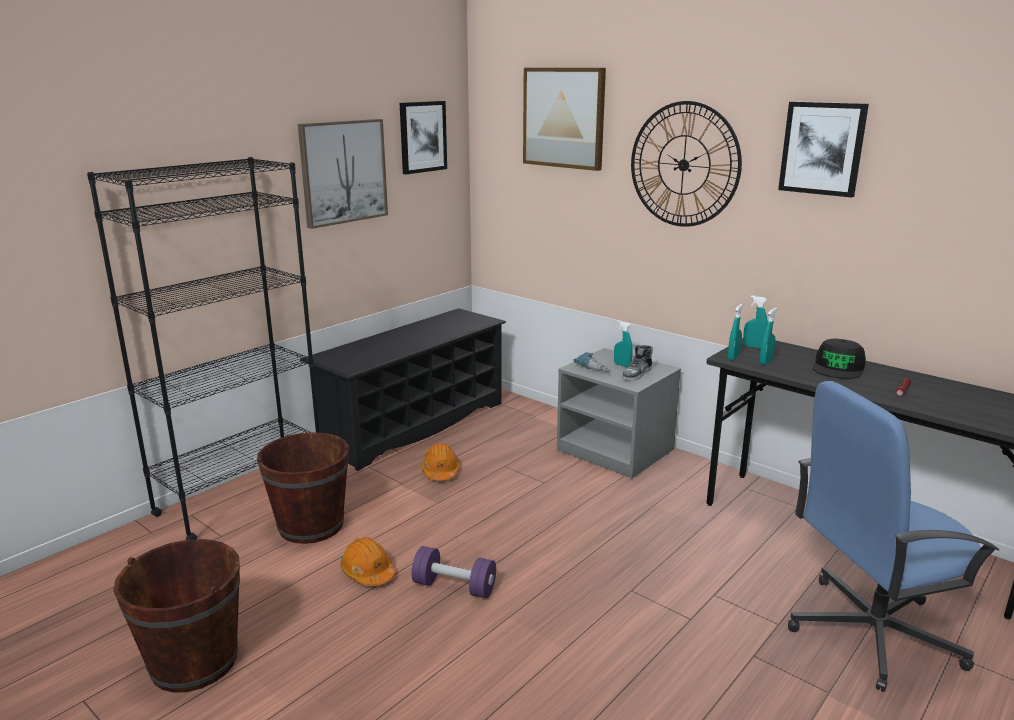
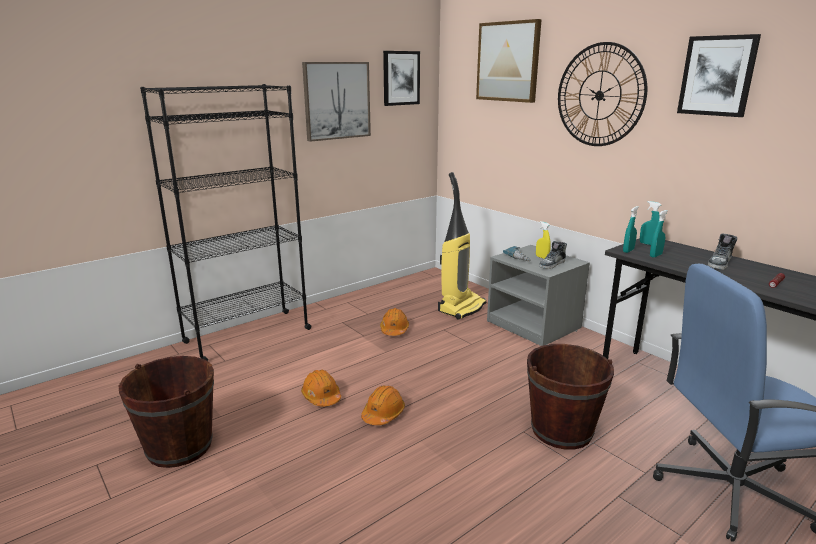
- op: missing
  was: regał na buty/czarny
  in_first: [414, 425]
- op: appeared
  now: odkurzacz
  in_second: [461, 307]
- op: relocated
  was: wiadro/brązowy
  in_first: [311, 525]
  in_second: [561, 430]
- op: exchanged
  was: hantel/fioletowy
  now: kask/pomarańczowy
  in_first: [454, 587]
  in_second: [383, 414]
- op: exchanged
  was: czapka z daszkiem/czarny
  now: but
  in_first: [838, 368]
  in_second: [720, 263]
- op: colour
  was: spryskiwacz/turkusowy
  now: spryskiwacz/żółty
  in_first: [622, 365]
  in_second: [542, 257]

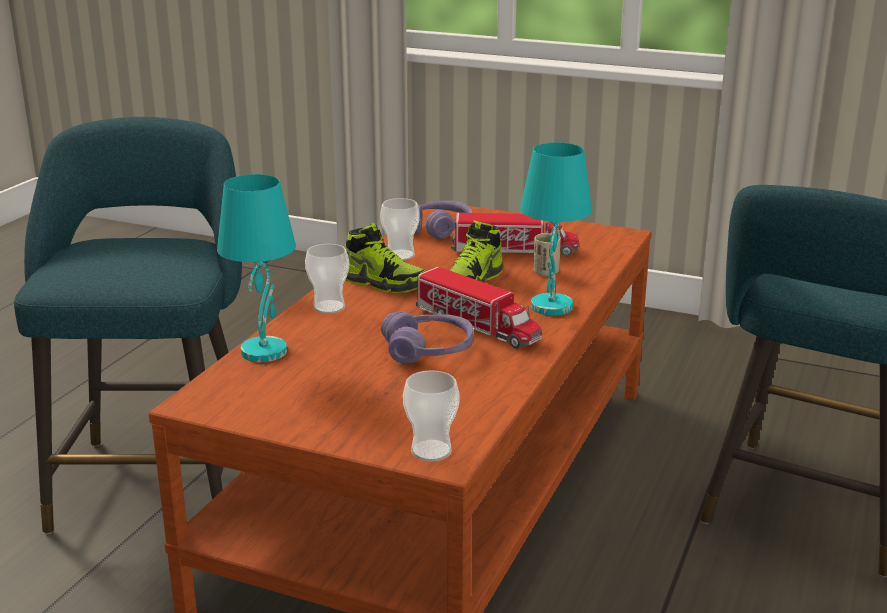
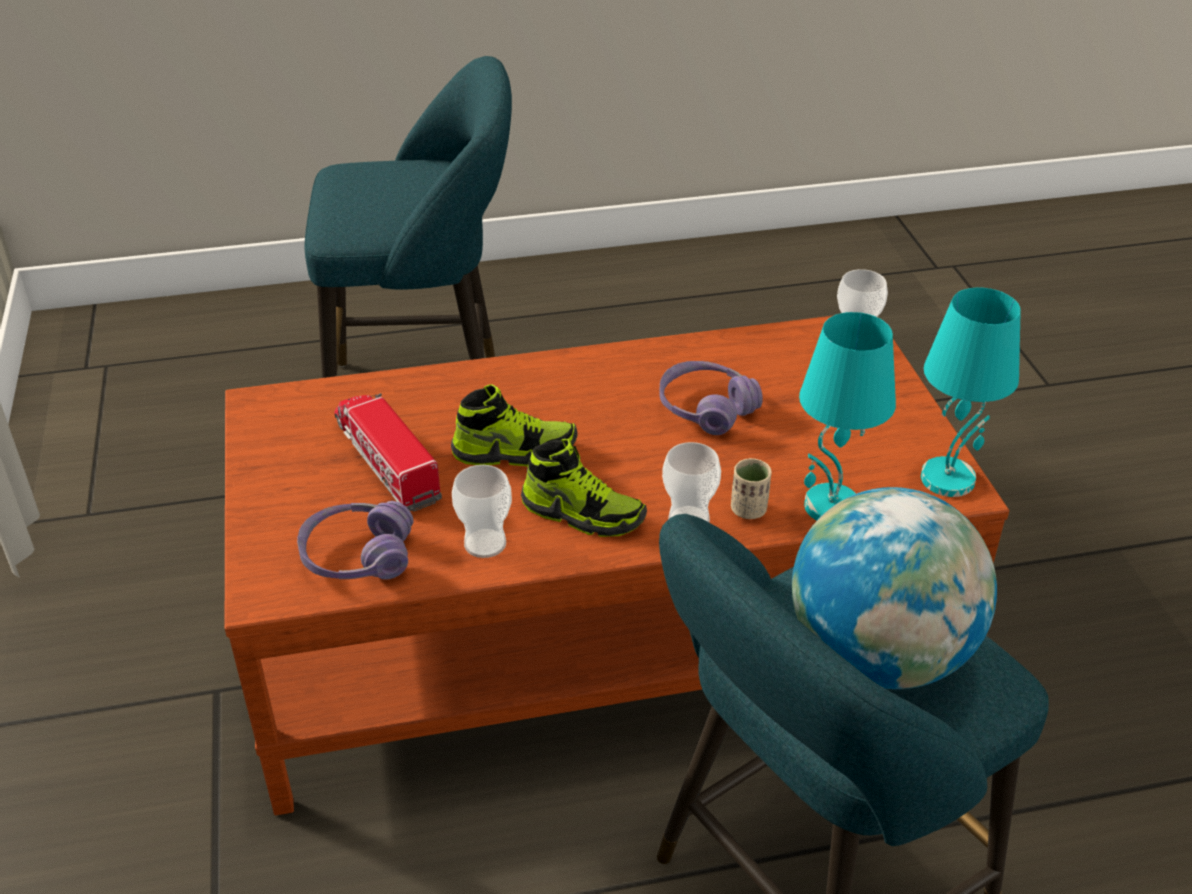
- op: missing
  was: ciężarówka zabawkowa
  in_first: [477, 325]
- op: appeared
  now: globus
  in_second: [879, 655]
- op: relocated
  was: lampa stołowa/turkusowy
  in_first: [552, 307]
  in_second: [948, 478]
- op: relocated
  was: filiżanka/beżowy
  in_first: [546, 272]
  in_second: [748, 510]
- op: spun
  was: but
  in_first: [384, 283]
  in_second: [583, 514]
  clockwise: 120

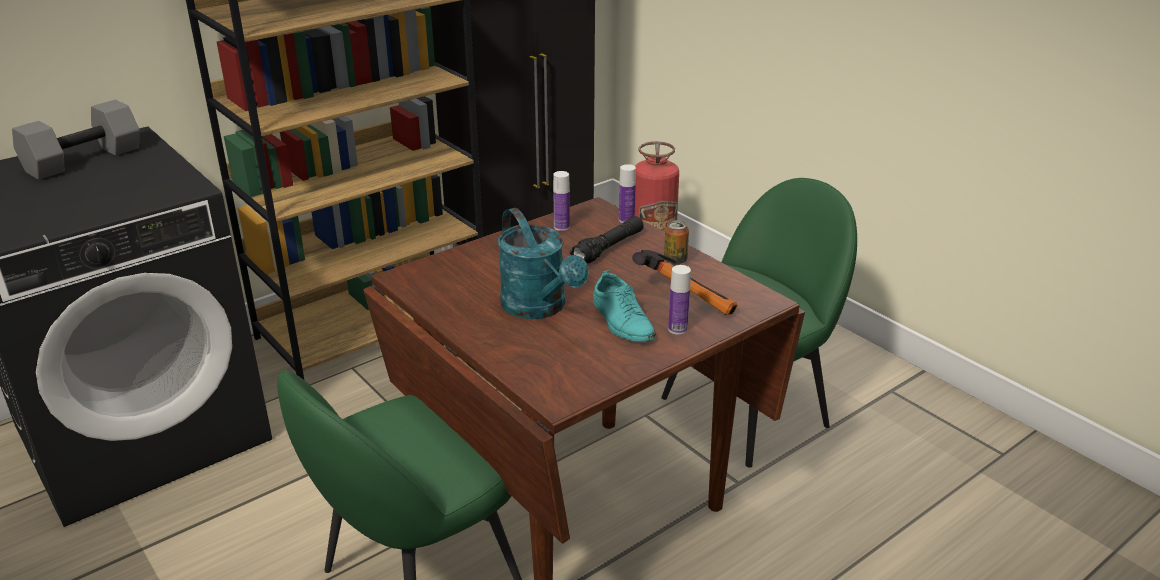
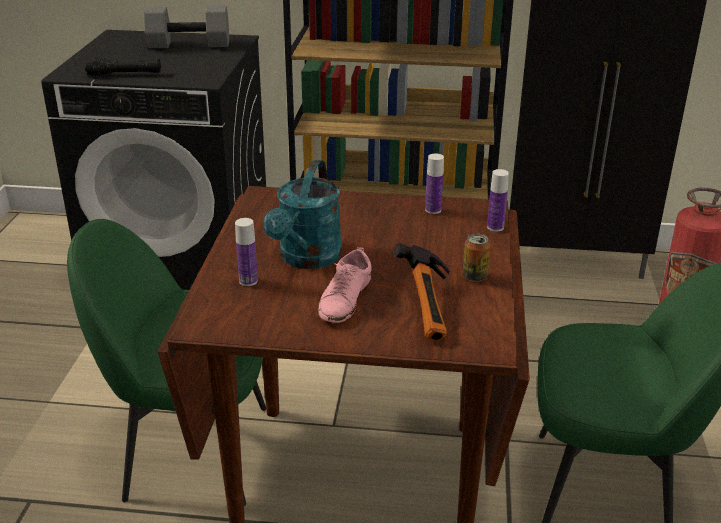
- op: relocated
  was: latarka/czarny
  in_first: [608, 248]
  in_second: [124, 74]
- op: relocated
  was: butelka
  in_first: [677, 329]
  in_second: [248, 281]
- op: colour
  was: but/turkusowy
  now: but/różowy
  in_first: [622, 321]
  in_second: [345, 299]

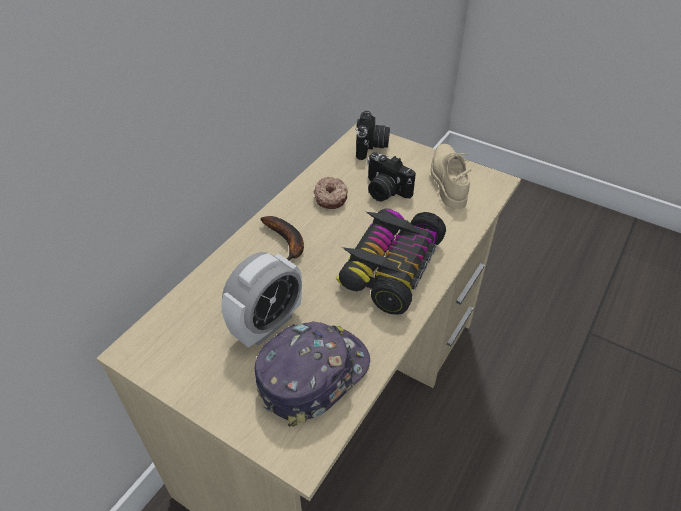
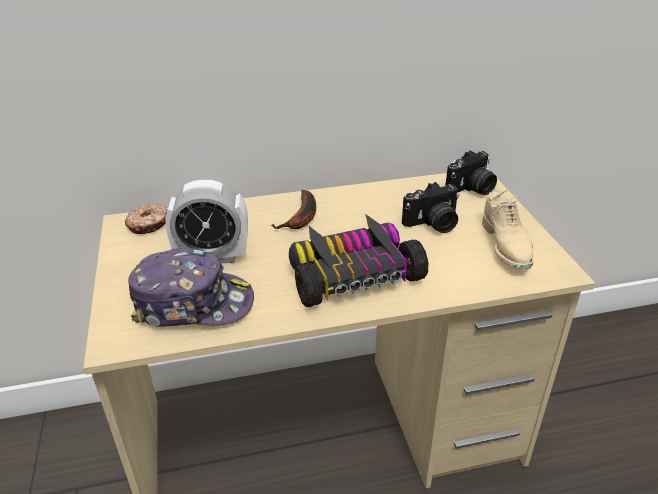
- op: relocated
  was: donut
  in_first: [331, 197]
  in_second: [149, 224]
- op: spun
  was: aparat fotograficzny
  in_first: [384, 191]
  in_second: [433, 224]
  clockwise: -105
- op: spun
  was: but/beżowy
  in_first: [447, 181]
  in_second: [506, 246]
  clockwise: 135

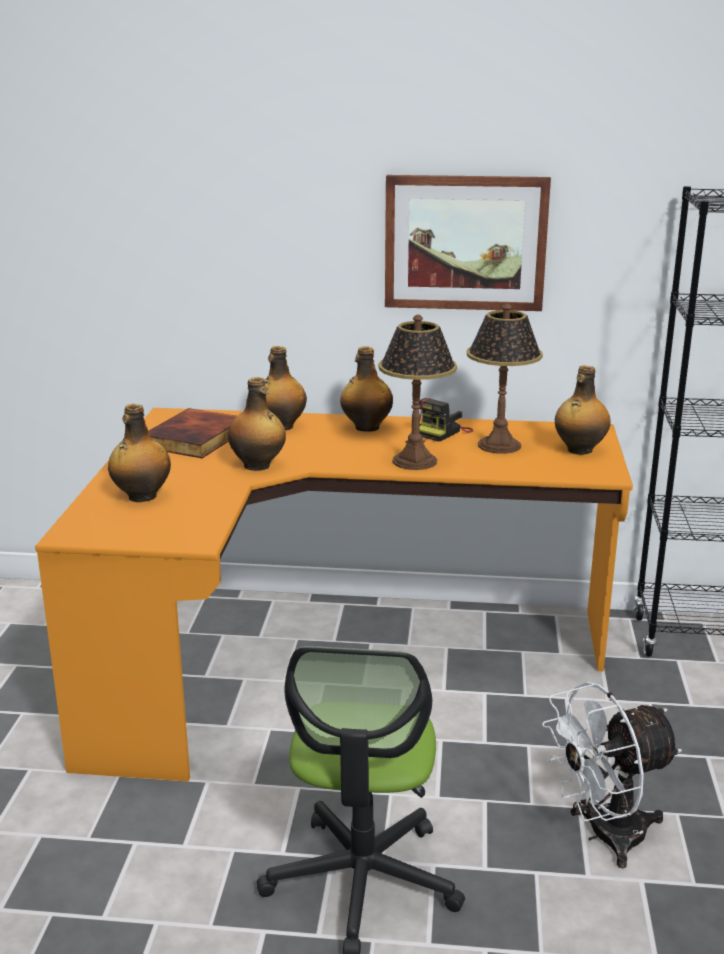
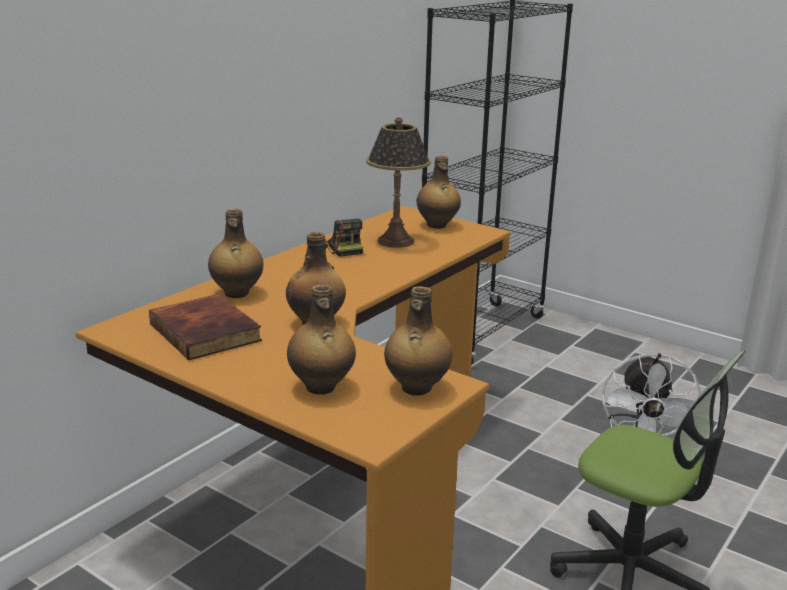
- op: missing
  was: lampa stołowa
  in_first: [415, 461]
- op: missing
  was: obraz
  in_first: [465, 243]
- op: relocated
  was: butelka
  in_first: [366, 427]
  in_second: [416, 388]

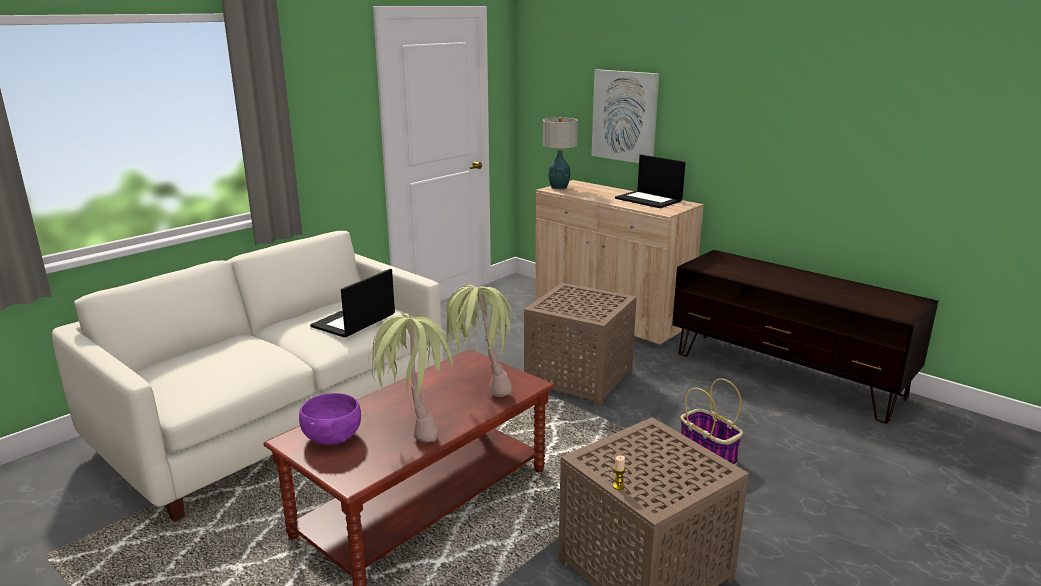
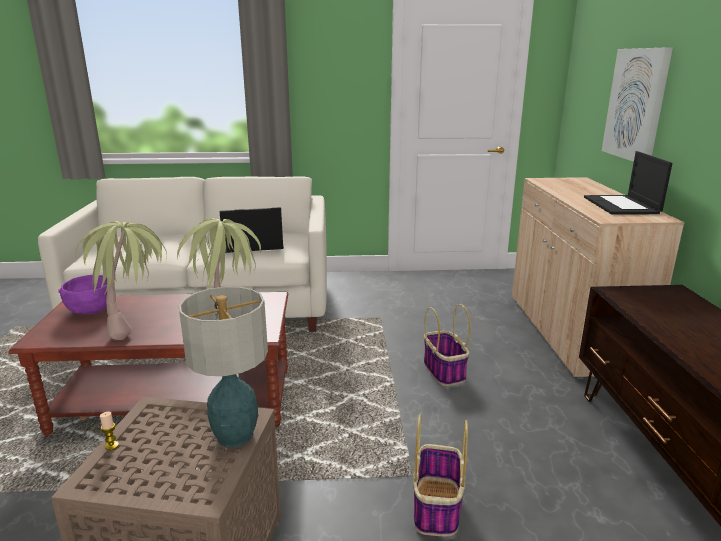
- op: relocated
  was: lampa stołowa
  in_first: [558, 187]
  in_second: [234, 435]
- op: exchanged
  was: stolik/brązowy
  now: koszyk
  in_first: [581, 377]
  in_second: [444, 371]

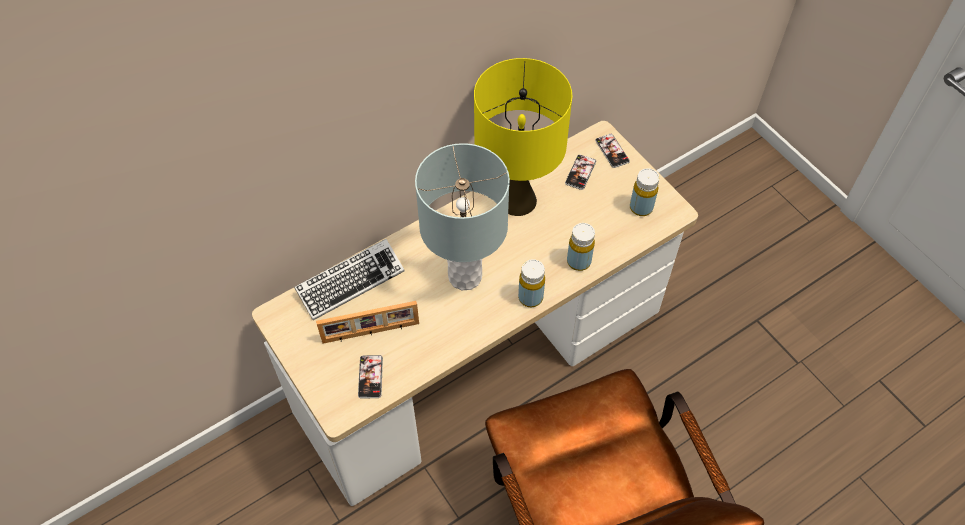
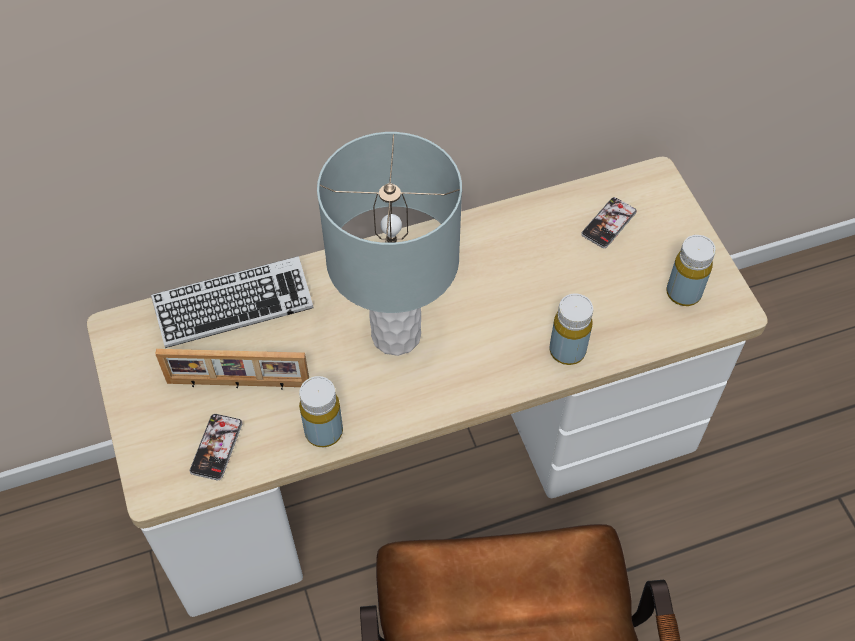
- op: missing
  was: lampa stołowa/żółty
  in_first: [517, 201]
- op: missing
  was: telefon
  in_first: [612, 151]
- op: relocated
  was: butelka/żółty
  in_first: [530, 297]
  in_second: [324, 431]

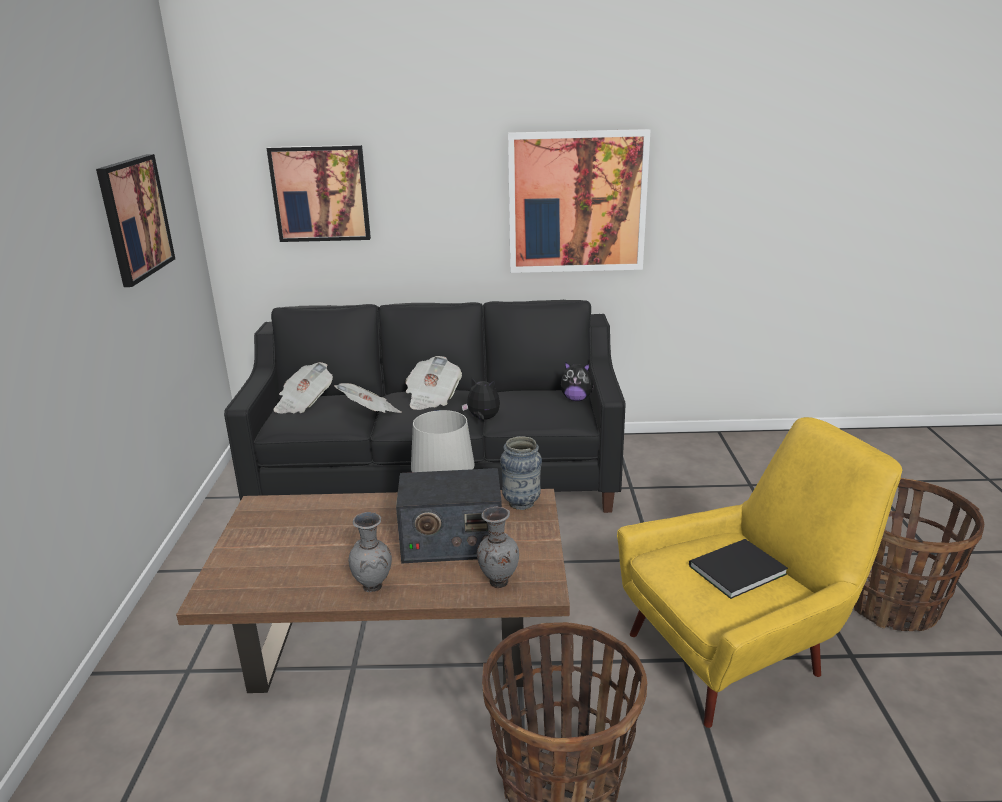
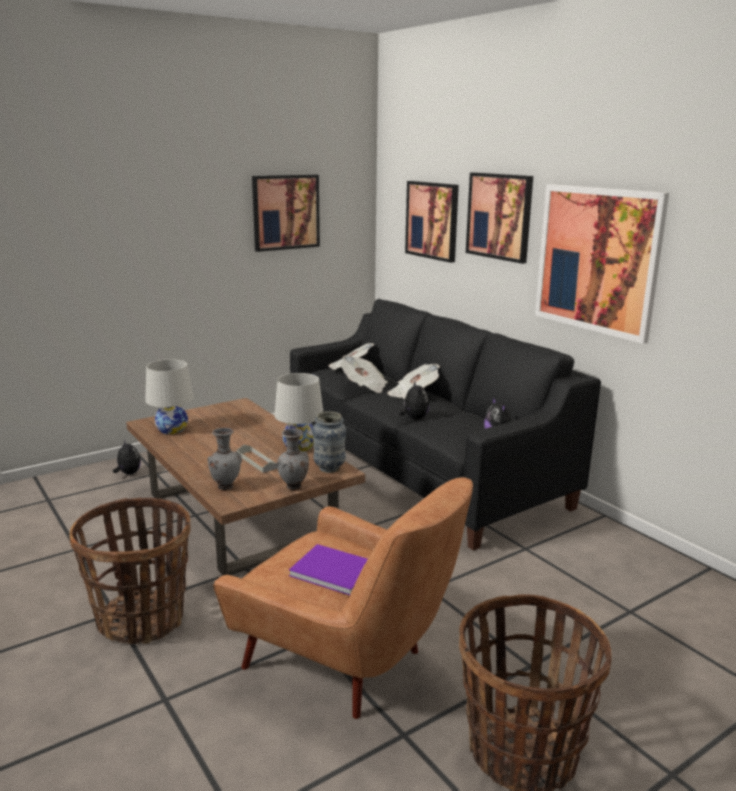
- op: appeared
  now: pluszak
  in_second: [128, 473]
- op: appeared
  now: lampa stołowa/biały
  in_second: [172, 429]
- op: appeared
  now: obraz
  in_second: [499, 216]
- op: relocated
  was: wazon/szary
  in_first: [374, 587]
  in_second: [294, 488]
- op: exchanged
  was: radio
  now: taca/szary
  in_first: [451, 542]
  in_second: [257, 461]
- op: colour
  was: fotel/żółty
  now: fotel/brązowy
  in_first: [740, 651]
  in_second: [348, 664]
- op: colour
  was: książka/czarny
  now: książka/fioletowy
  in_first: [734, 569]
  in_second: [332, 569]

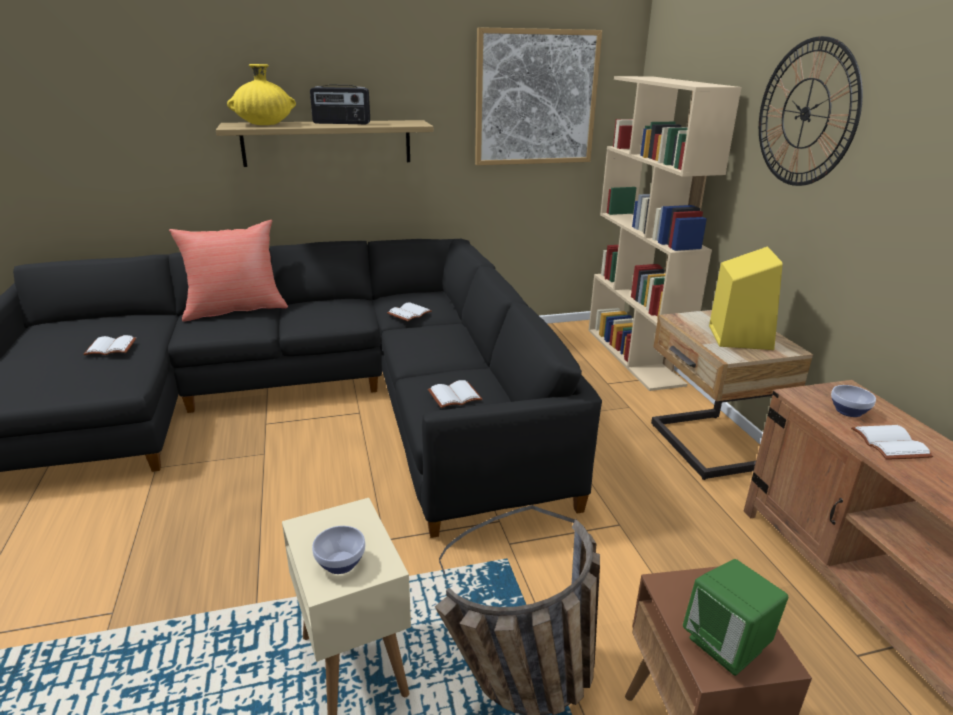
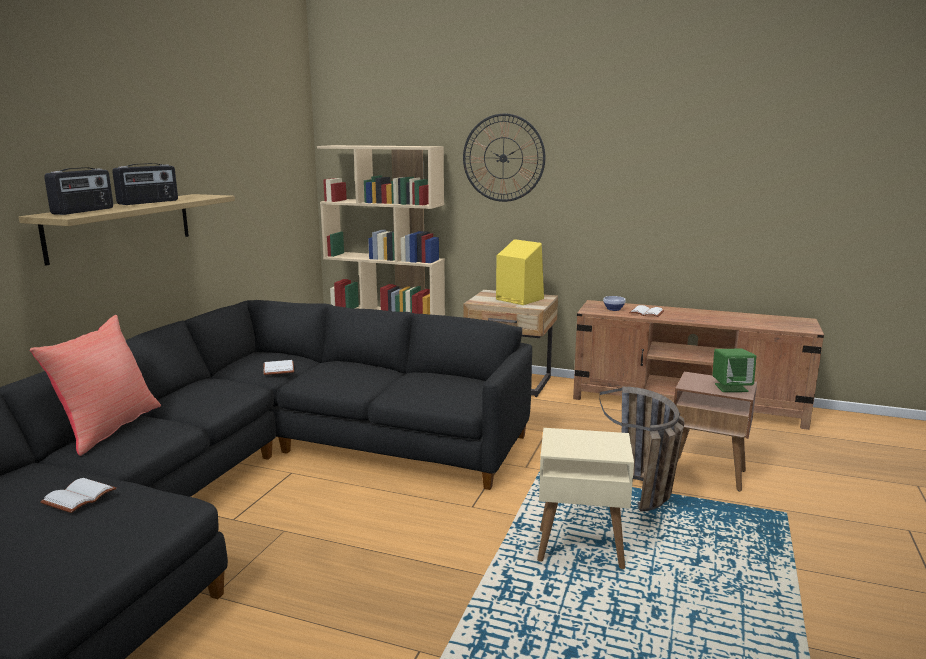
- op: missing
  was: miska
  in_first: [339, 564]
- op: missing
  was: książka/biały
  in_first: [454, 397]
- op: missing
  was: obraz
  in_first: [536, 98]
- op: exchanged
  was: wazon/żółty
  now: radio
  in_first: [264, 124]
  in_second: [84, 211]

